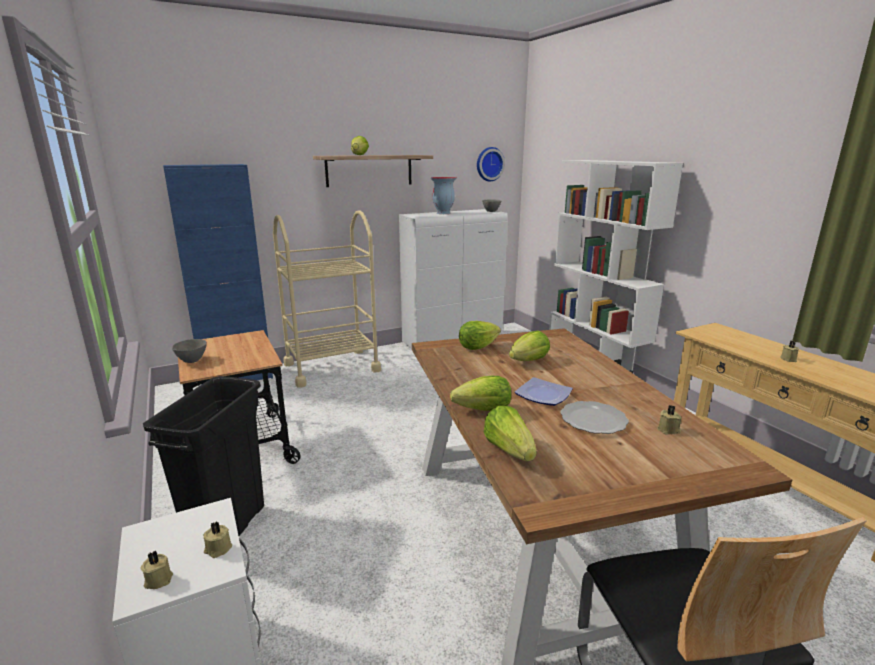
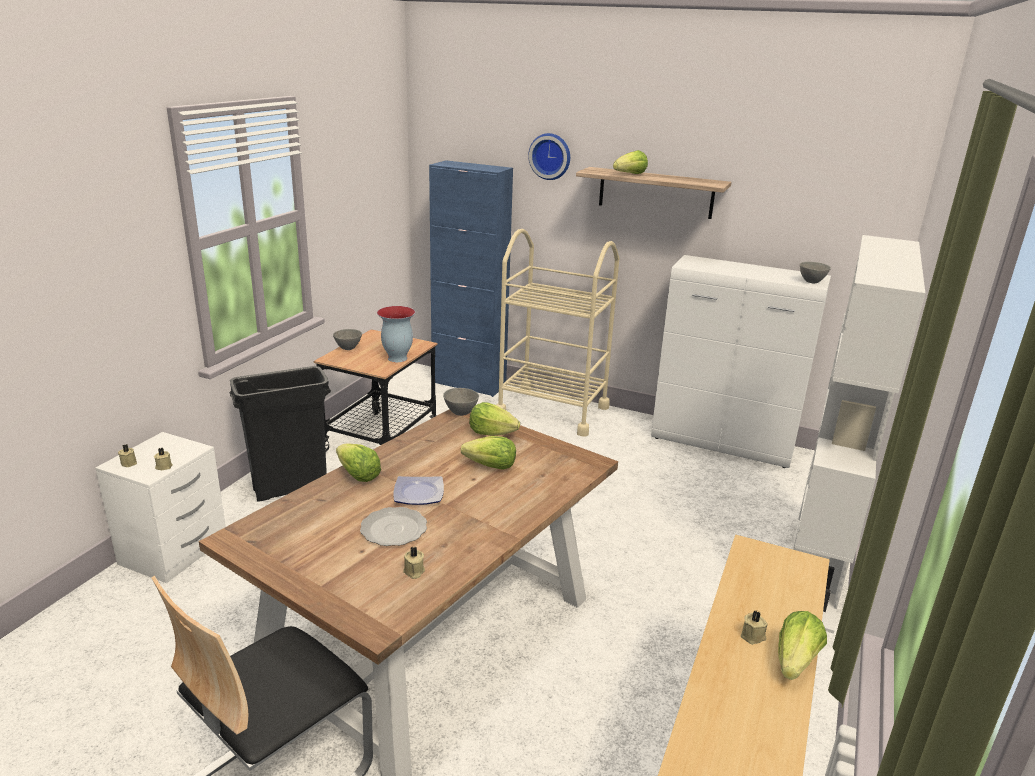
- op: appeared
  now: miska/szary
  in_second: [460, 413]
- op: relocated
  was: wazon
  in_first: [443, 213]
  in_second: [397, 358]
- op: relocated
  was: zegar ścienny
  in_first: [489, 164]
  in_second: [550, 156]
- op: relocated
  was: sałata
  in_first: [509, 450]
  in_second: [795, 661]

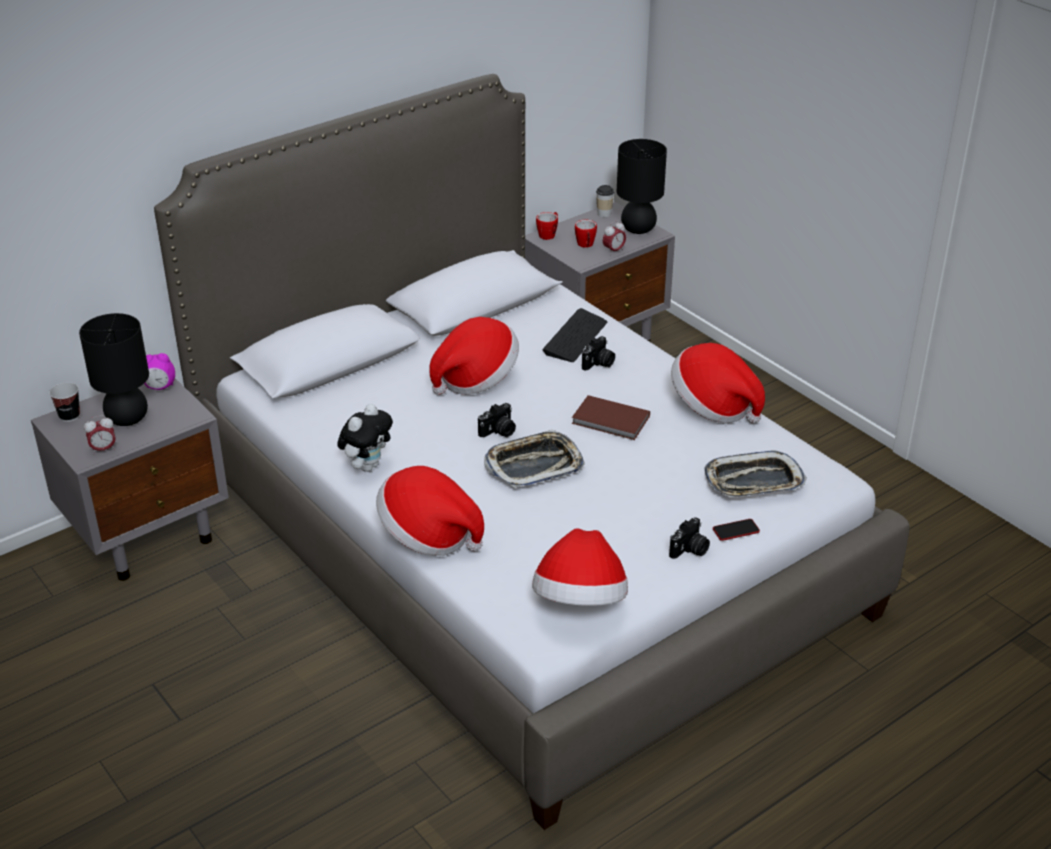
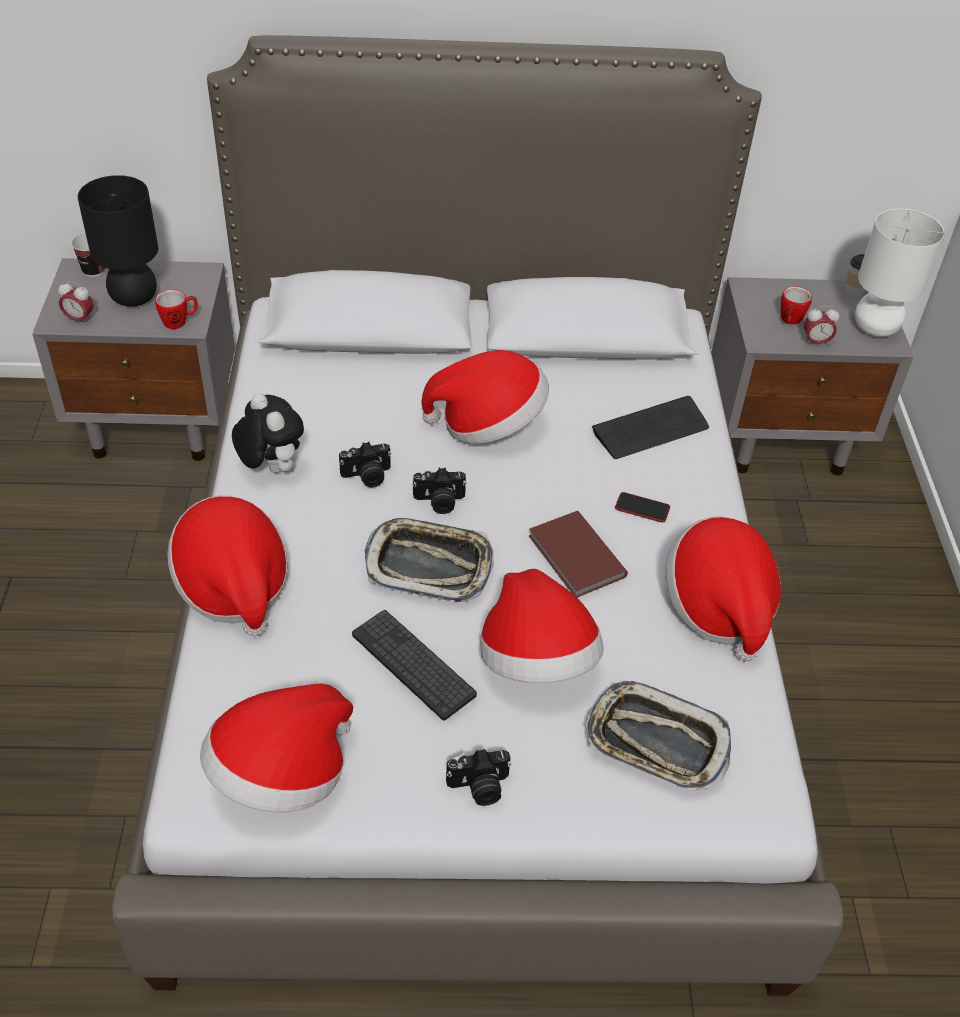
- op: missing
  was: budzik
  in_first: [160, 387]
- op: appeared
  now: klawiatura
  in_second: [413, 664]
- op: appeared
  now: kapelusz
  in_second: [537, 661]
- op: relocated
  was: kubek
  in_first: [548, 234]
  in_second: [179, 322]
- op: relocated
  was: aparat fotograficzny
  in_first: [599, 364]
  in_second: [367, 476]
- op: relocated
  was: telefon
  in_first: [736, 530]
  in_second: [642, 508]
- op: colour
  was: lampa stołowa/czarny
  now: lampa stołowa/biały
  in_first: [638, 229]
  in_second: [875, 328]
- op: spun
  was: pluszak
  in_first: [367, 465]
  in_second: [270, 467]
  clockwise: -105

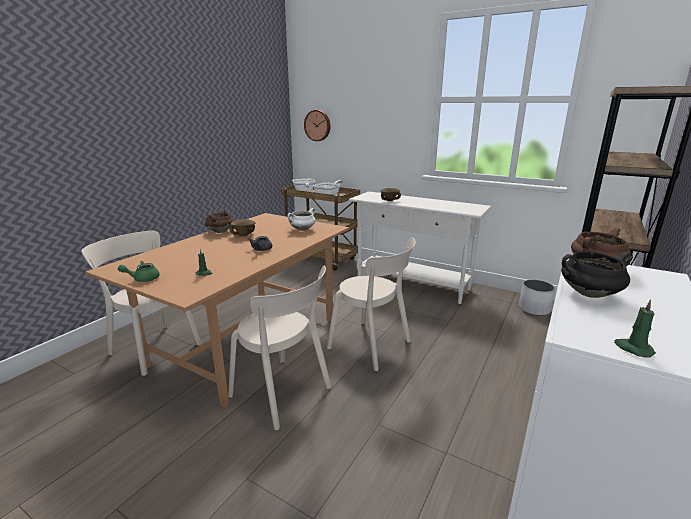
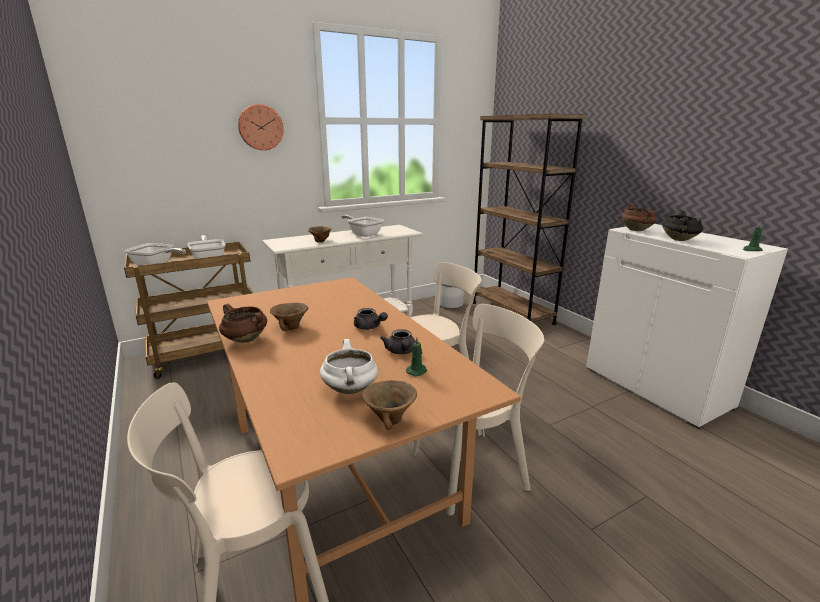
- op: appeared
  now: patelnia
  in_second: [363, 234]
- op: appeared
  now: imbryk/szary
  in_second: [401, 352]
- op: relocated
  was: garnek/biały
  in_first: [302, 229]
  in_second: [351, 389]
- op: relocated
  was: zegar ścienny
  in_first: [318, 125]
  in_second: [260, 127]
- op: exchanged
  was: imbryk/zielony
  now: miska/brązowy
  in_first: [143, 279]
  in_second: [390, 419]

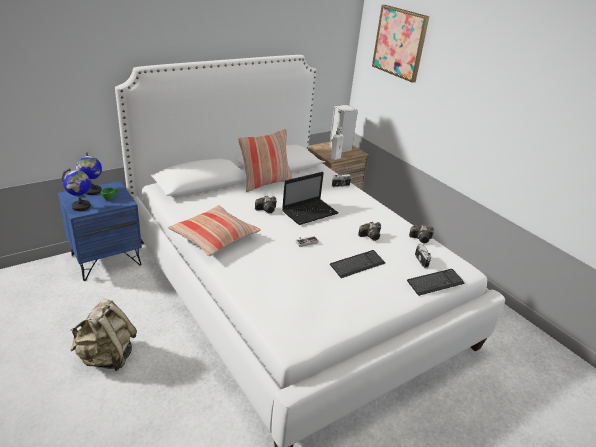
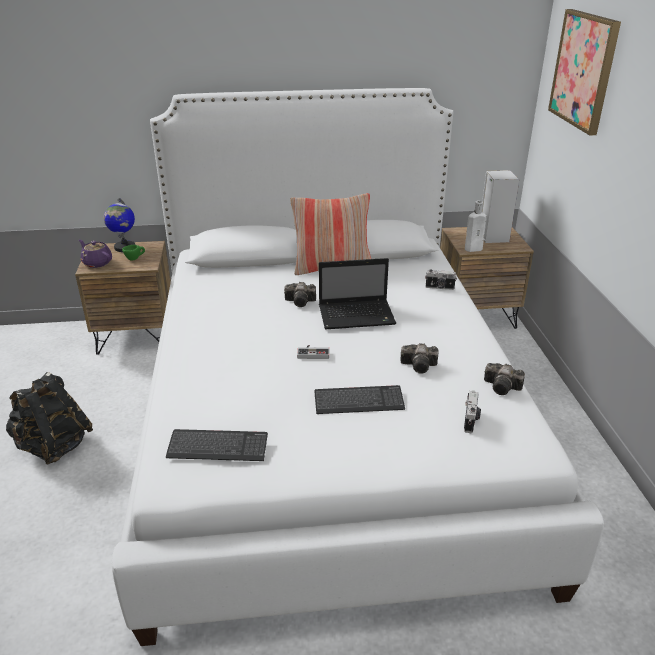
- op: missing
  was: poduszka
  in_first: [214, 237]
- op: relocated
  was: klawiatura
  in_first: [435, 283]
  in_second: [218, 447]
- op: exchanged
  was: globus
  now: imbryk/fioletowy
  in_first: [81, 206]
  in_second: [97, 263]
- op: colour
  was: szafka nocna/niebieski
  now: szafka nocna/brązowy
  in_first: [106, 259]
  in_second: [137, 335]
- op: colour
  was: plecak/beżowy
  now: plecak/czarny
  in_first: [107, 357]
  in_second: [54, 446]

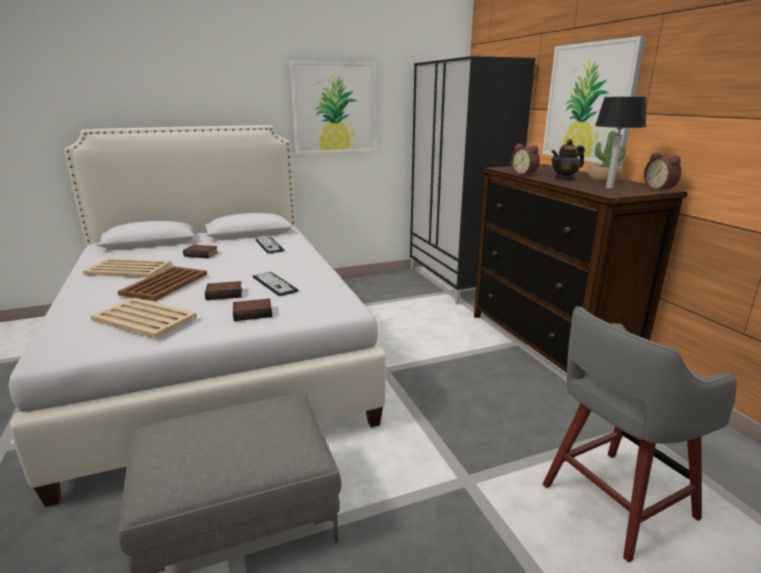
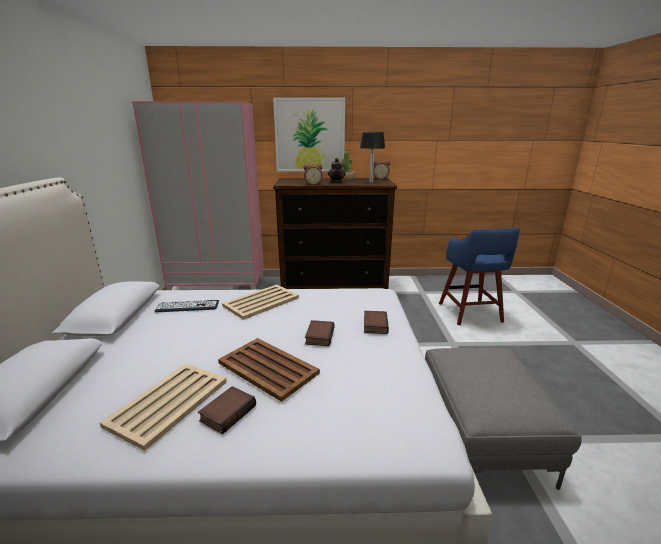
- op: missing
  was: klawiatura
  in_first: [274, 284]
- op: missing
  was: obraz
  in_first: [335, 108]
- op: relocated
  was: taca/beżowy
  in_first: [145, 319]
  in_second: [262, 302]
- op: relocated
  was: książka
  in_first: [202, 254]
  in_second: [227, 412]
- op: colour
  was: szafa/czarny
  now: szafa/różowy
  in_first: [457, 282]
  in_second: [219, 287]
- op: colour
  was: stołek/szary
  now: stołek/niebieski
  in_first: [614, 502]
  in_second: [470, 313]

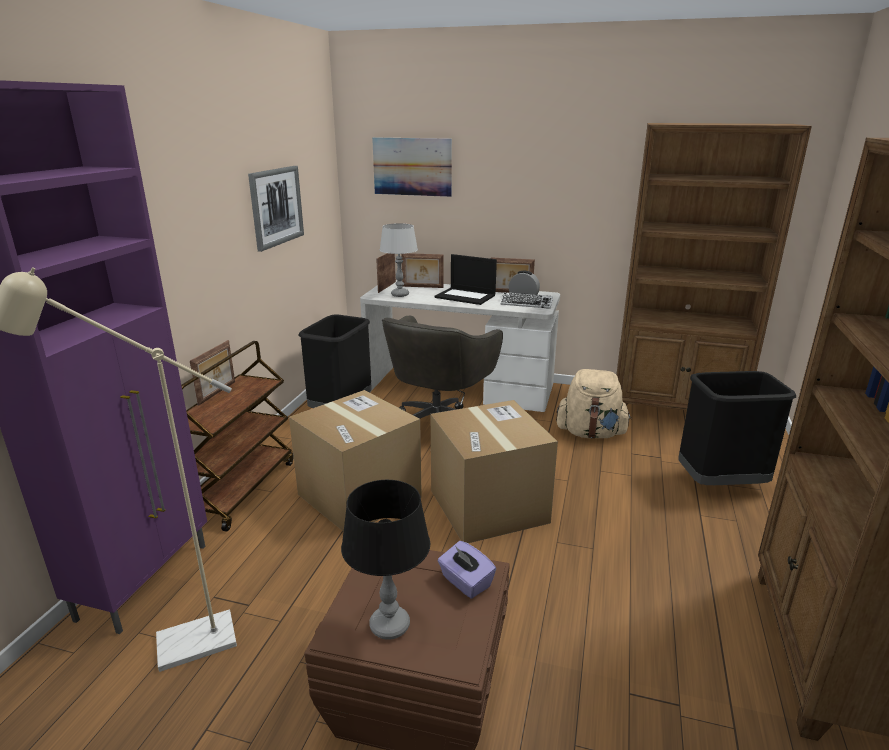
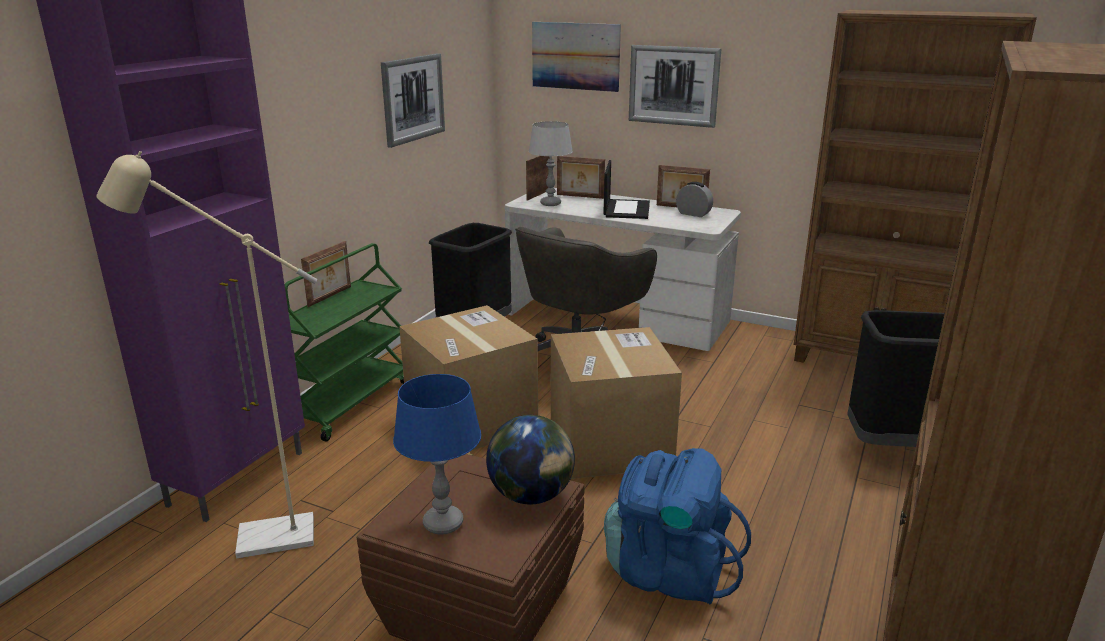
- op: missing
  was: klawiatura
  in_first: [526, 304]
- op: missing
  was: plecak/beżowy
  in_first: [590, 433]
- op: appeared
  now: plecak/niebieski
  in_second: [668, 571]
- op: appeared
  now: obraz
  in_second: [673, 85]
- op: exchanged
  was: pudełko chusteczek/fioletowy
  now: globus
  in_first: [465, 582]
  in_second: [531, 495]
- op: colour
  was: wózek/brązowy
  now: wózek/zielony
  in_first: [240, 489]
  in_second: [348, 403]
- op: colour
  was: lampa stołowa/czarny
  now: lampa stołowa/niebieski
  in_first: [390, 626]
  in_second: [443, 523]
- op: spun
  was: laptop
  in_first: [466, 296]
  in_second: [626, 209]
  clockwise: -120

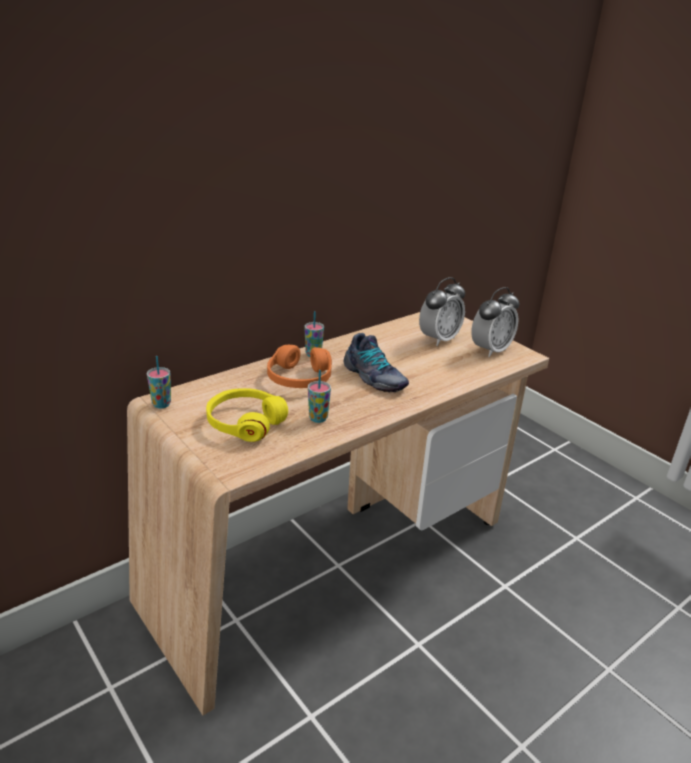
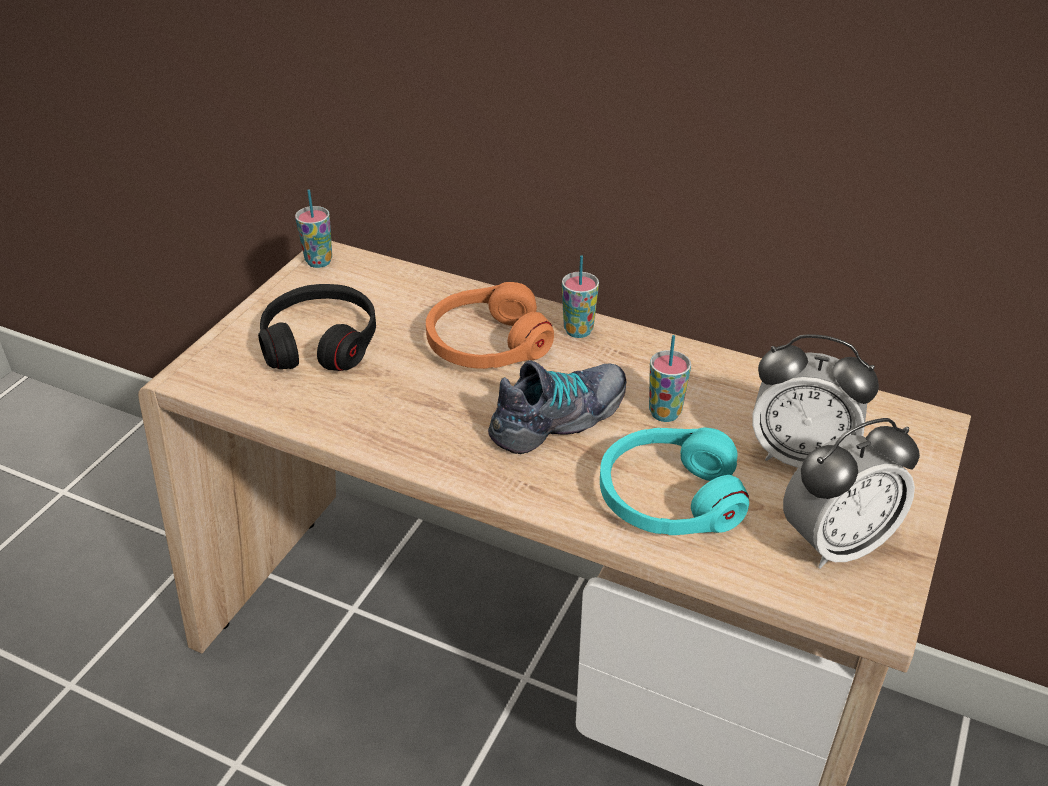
- op: appeared
  now: słuchawki/turkusowy
  in_second: [669, 497]
- op: relocated
  was: filiżanka
  in_first: [318, 418]
  in_second: [664, 413]
- op: colour
  was: słuchawki/żółty
  now: słuchawki/czarny
  in_first: [245, 423]
  in_second: [320, 342]
- op: spun
  was: but
  in_first: [374, 377]
  in_second: [560, 419]
  clockwise: -150
- op: spun
  was: budzik
  in_first: [490, 350]
  in_second: [835, 544]
  clockwise: -45

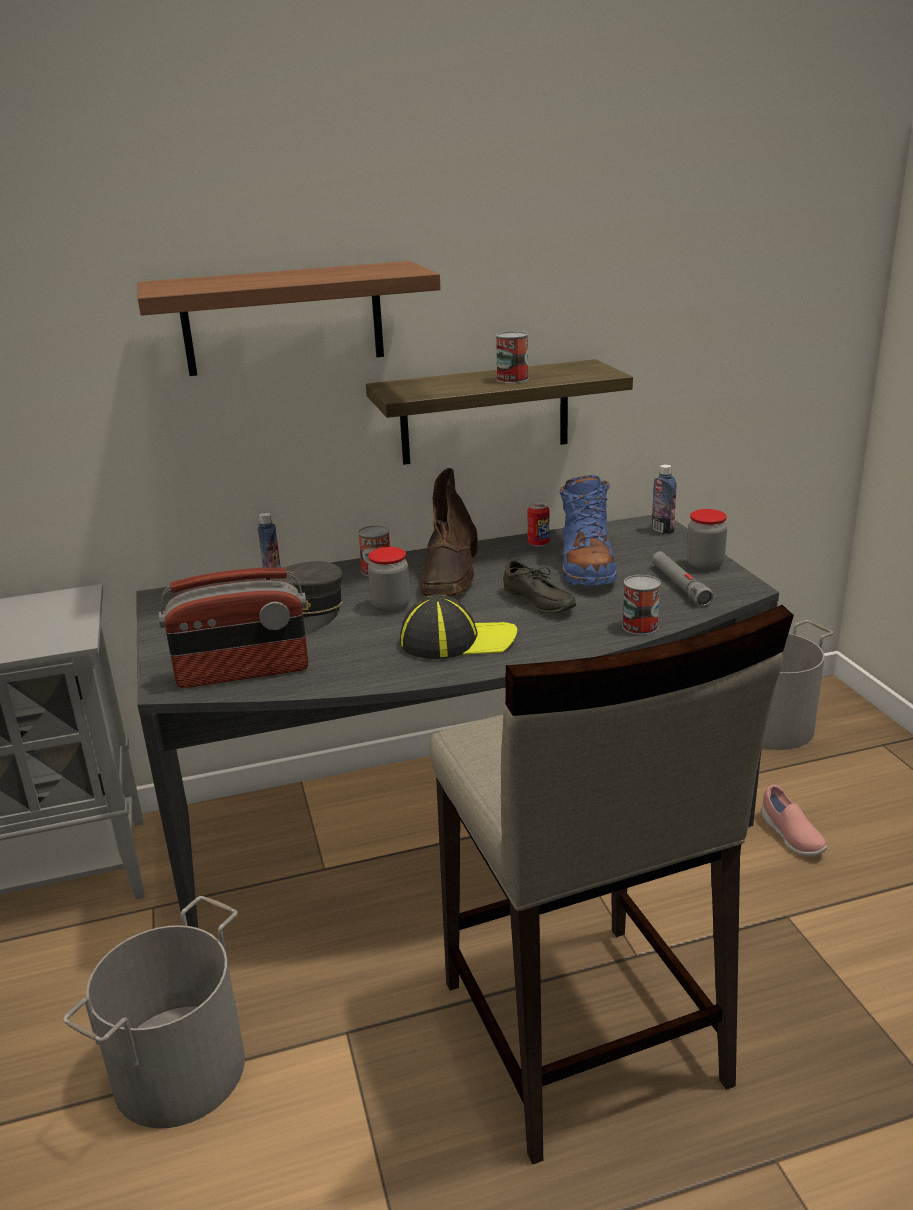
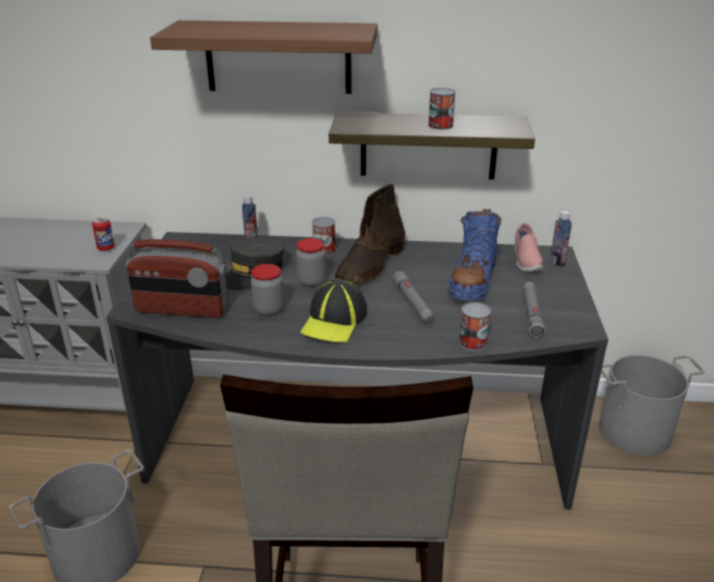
- op: relocated
  was: puszka
  in_first: [538, 543]
  in_second: [106, 248]
- op: relocated
  was: słoik
  in_first: [704, 565]
  in_second: [269, 309]
- op: relocated
  was: but/różowy
  in_first: [790, 836]
  in_second: [525, 261]
- op: exchanged
  was: but/szary
  now: latarka/szary
  in_first: [536, 603]
  in_second: [412, 303]
- op: spun
  was: czapka z daszkiem
  in_first: [457, 640]
  in_second: [334, 320]
  clockwise: 90

